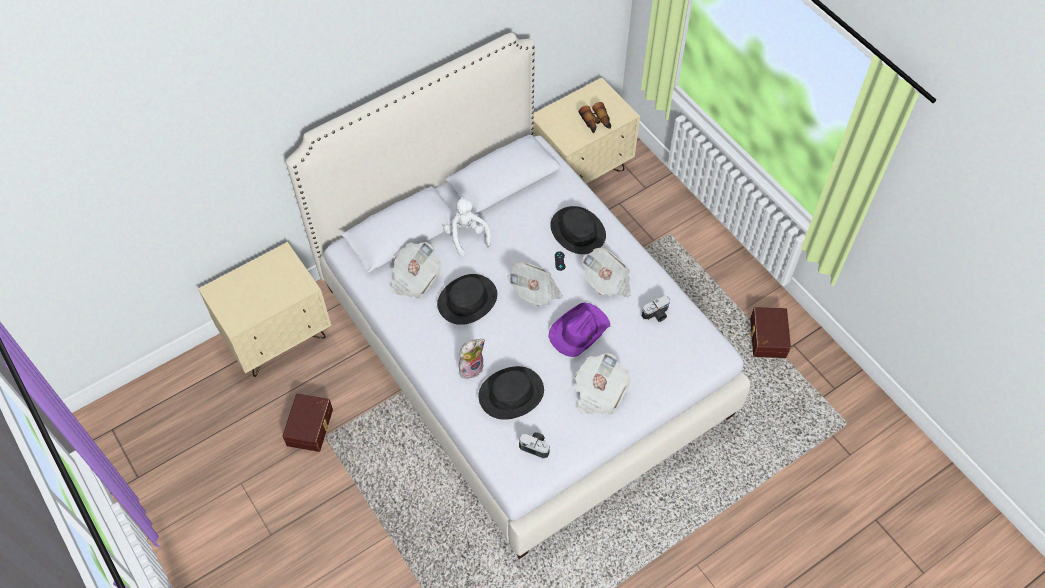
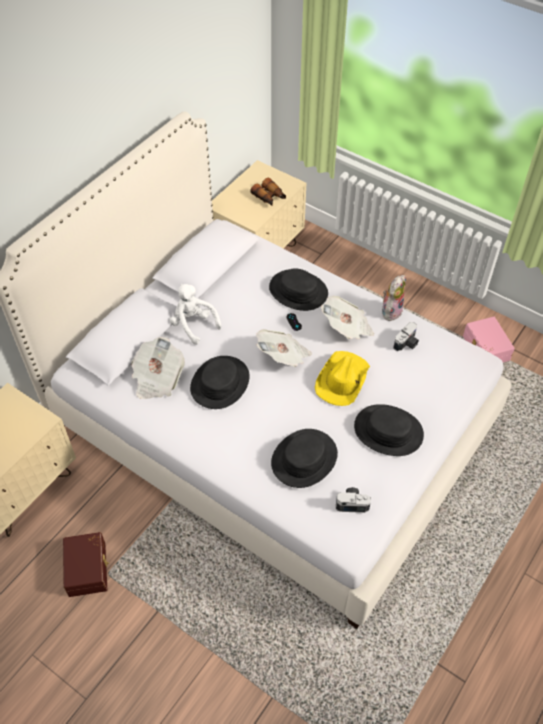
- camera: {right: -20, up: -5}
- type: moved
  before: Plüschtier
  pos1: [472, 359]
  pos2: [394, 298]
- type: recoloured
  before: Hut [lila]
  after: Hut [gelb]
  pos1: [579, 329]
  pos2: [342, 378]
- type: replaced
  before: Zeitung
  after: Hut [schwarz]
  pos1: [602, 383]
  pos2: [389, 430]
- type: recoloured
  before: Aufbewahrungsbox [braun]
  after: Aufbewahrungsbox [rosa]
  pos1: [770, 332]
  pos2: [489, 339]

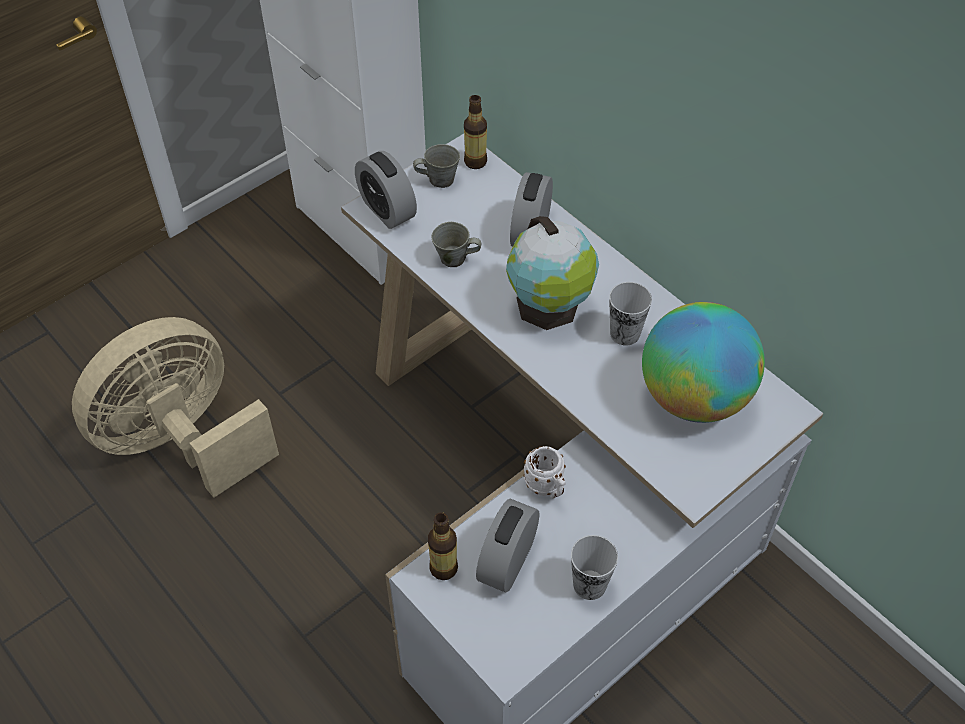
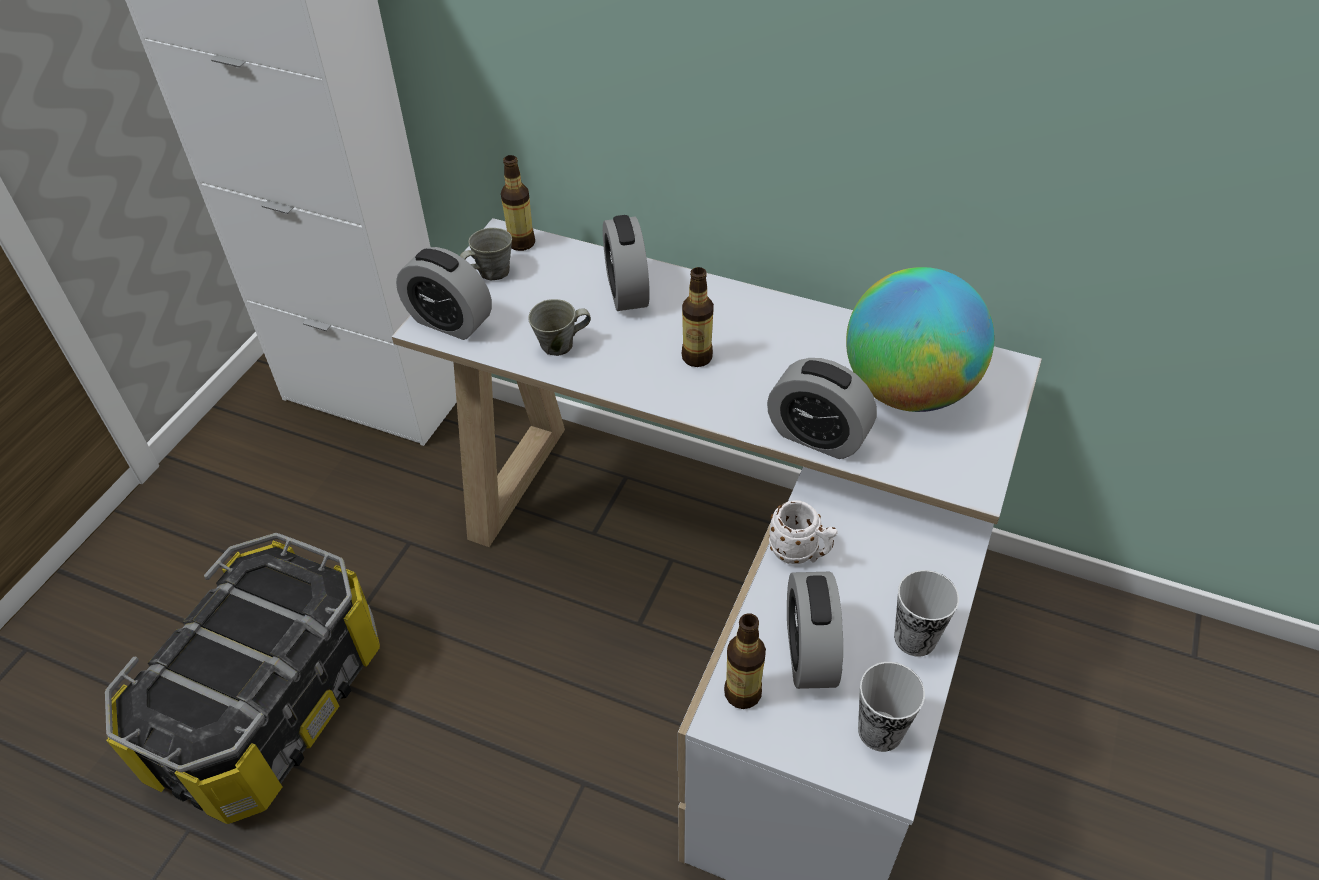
- camera: {right: -25, up: -5}
- type: replaced
  before: Ventilator [beige]
  after: Aufbewahrungsbox
  pos1: [175, 407]
  pos2: [242, 678]
- type: replaced
  before: Globus
  after: Flasche
  pos1: [552, 273]
  pos2: [698, 317]
- type: moved
  before: Tasse
  pos1: [630, 314]
  pos2: [891, 707]
- type: added
  after: Wecker
  pos2: [822, 408]

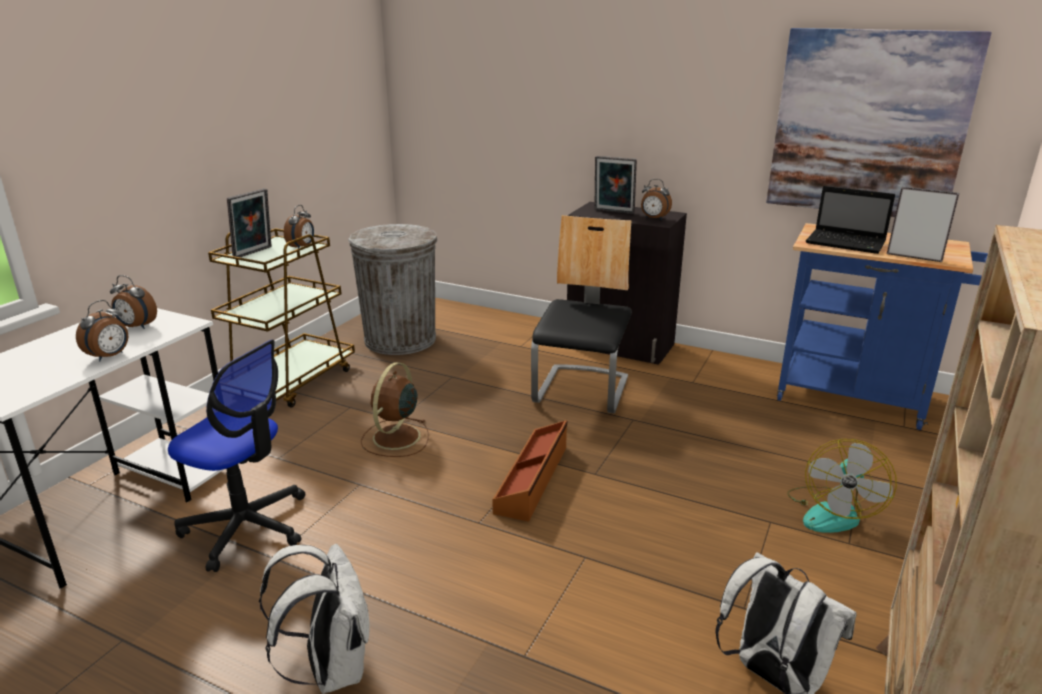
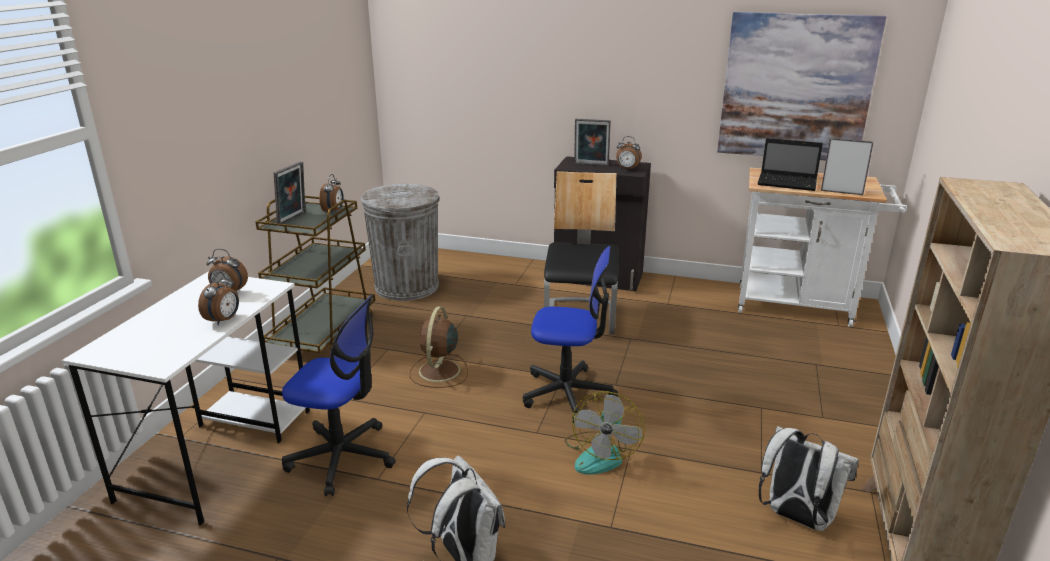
- camera: {right: -10, up: 0}
- type: replaced
  before: Aufbewahrungsbox [braun]
  after: Bürostuhl
  pos1: [529, 471]
  pos2: [570, 334]
- type: recoloured
  before: Rollwagen [blau]
  after: Rollwagen [weiß]
  pos1: [882, 326]
  pos2: [822, 247]
- type: moved
  before: Ventilator
  pos1: [842, 486]
  pos2: [605, 433]

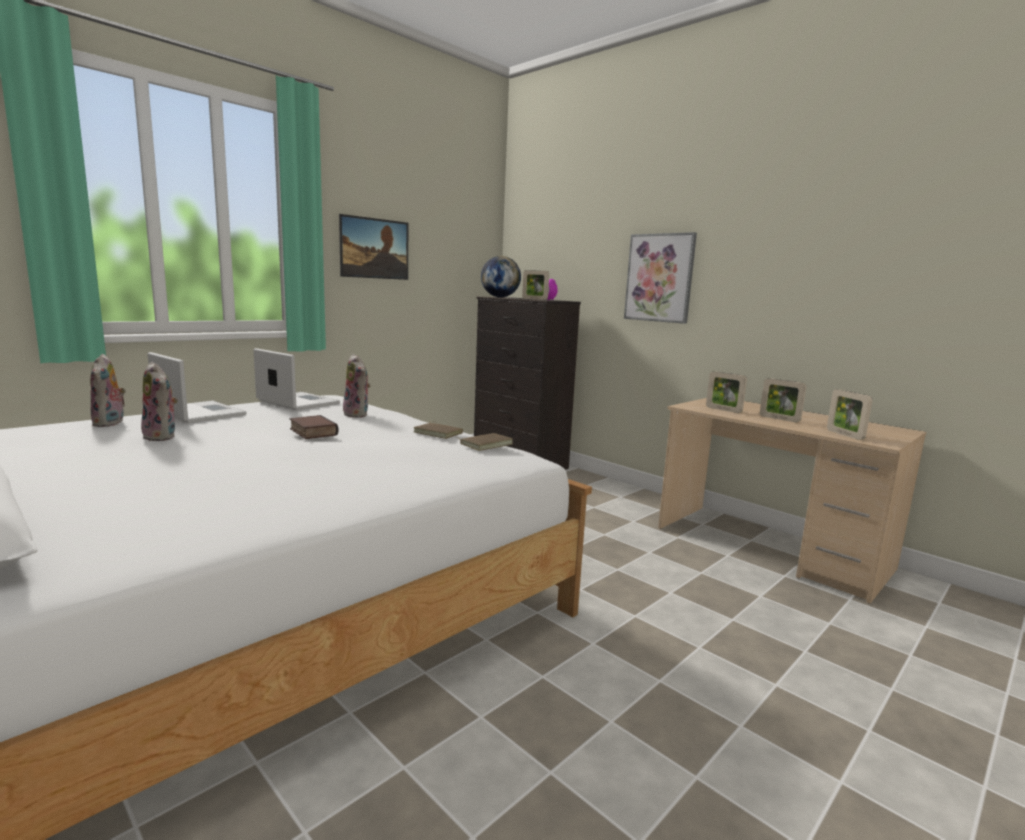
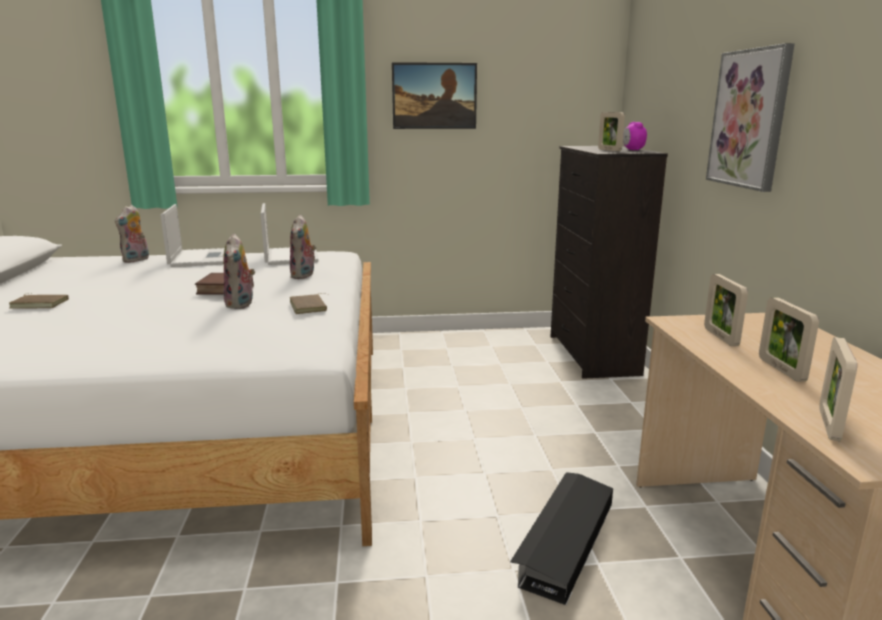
- camera: {right: 40, up: 5}
- type: moved
  before: Plüschtier
  pos1: [159, 401]
  pos2: [239, 271]
- type: moved
  before: Buch [braun]
  pos1: [484, 442]
  pos2: [39, 301]
- type: removed
  before: Globus
  pos1: [501, 276]
- type: added
  after: Aufbewahrungsbox [schwarz]
  pos2: [561, 538]

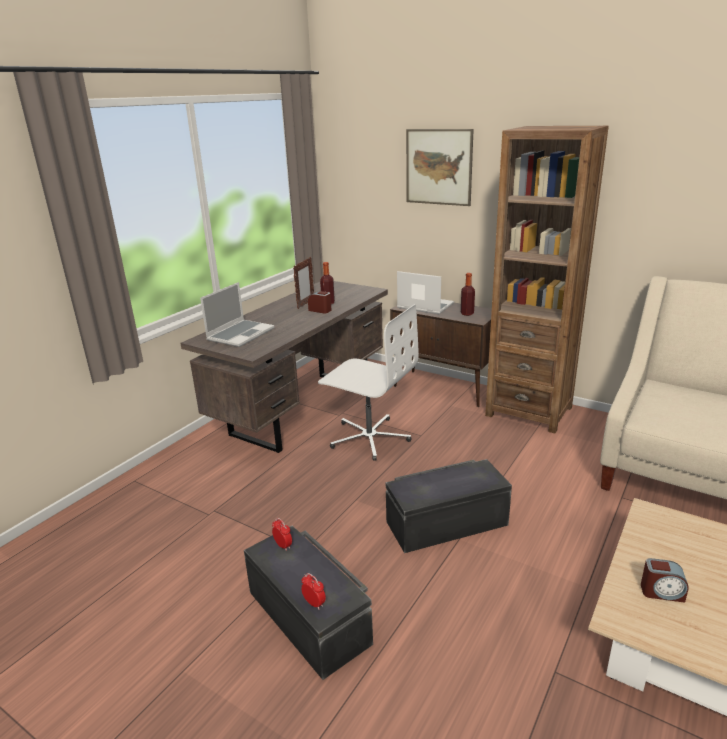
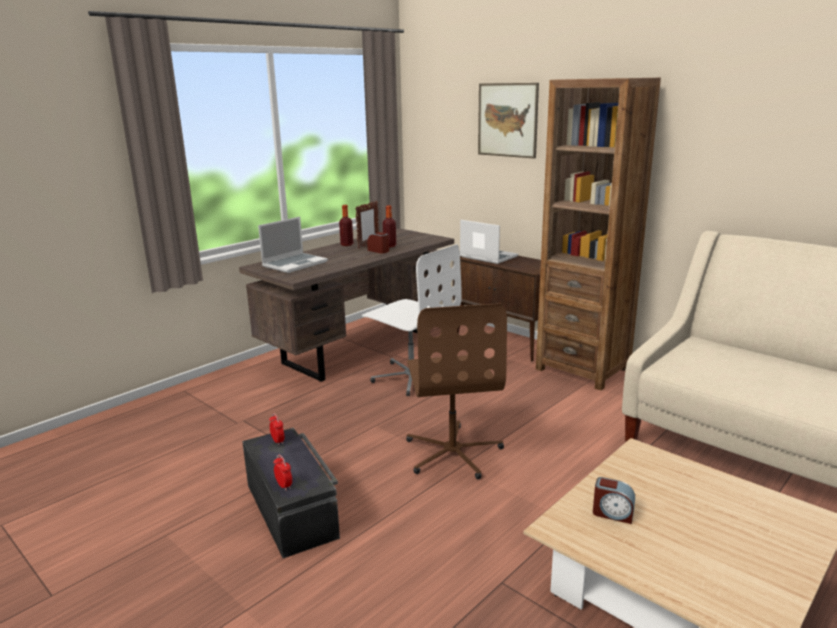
- camera: {right: 10, up: -5}
- type: replaced
  before: Aufbewahrungsbox [schwarz]
  after: Bürostuhl [braun]
  pos1: [449, 506]
  pos2: [456, 391]
- type: moved
  before: Flasche
  pos1: [468, 294]
  pos2: [346, 225]

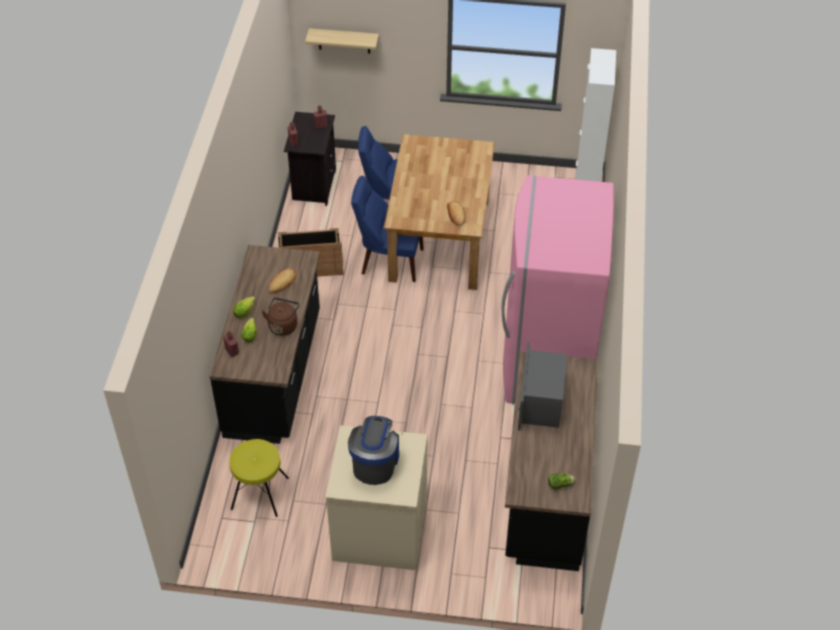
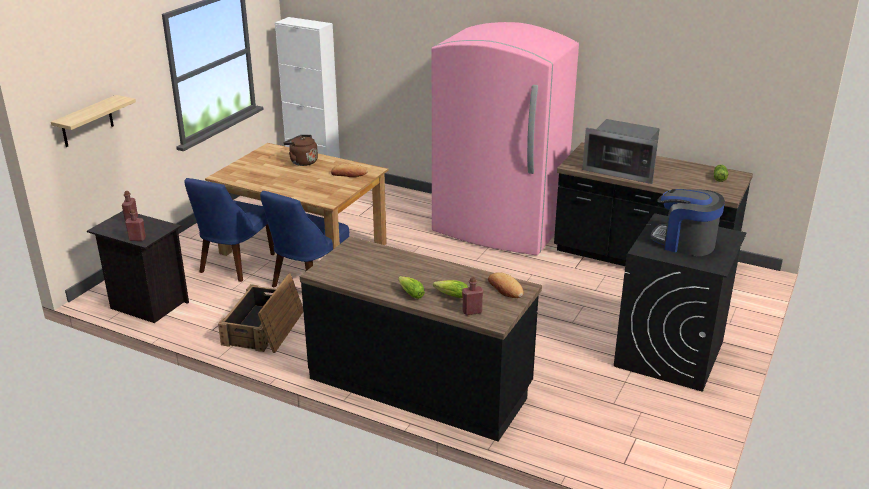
- camera: {right: -70, up: -20}
- type: removed
  before: Hocker [gelb]
  pos1: [259, 478]
- type: moved
  before: Wasserkessel [braun]
  pos1: [281, 317]
  pos2: [300, 150]
- type: moved
  before: Brot
  pos1: [282, 280]
  pos2: [506, 285]
- type: recoloured
  before: Waschmaschine [beige]
  after: Waschmaschine [schwarz]
  pos1: [376, 497]
  pos2: [680, 302]

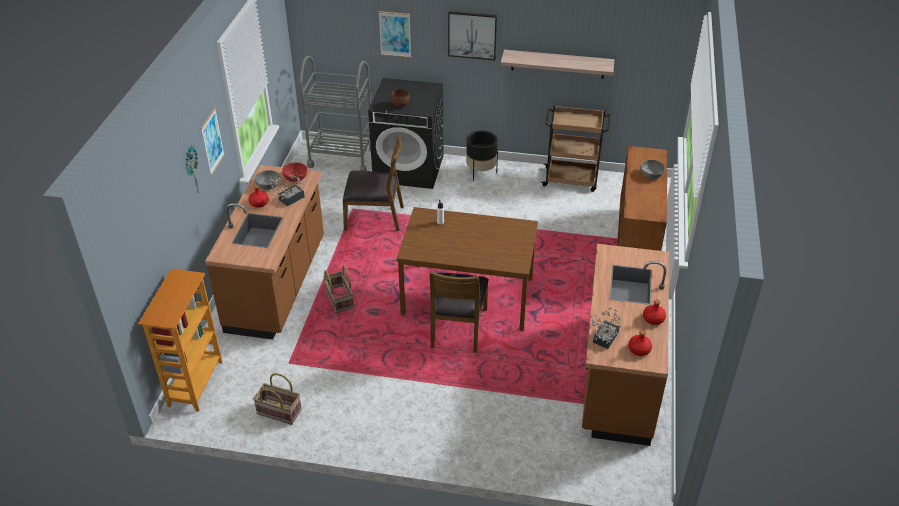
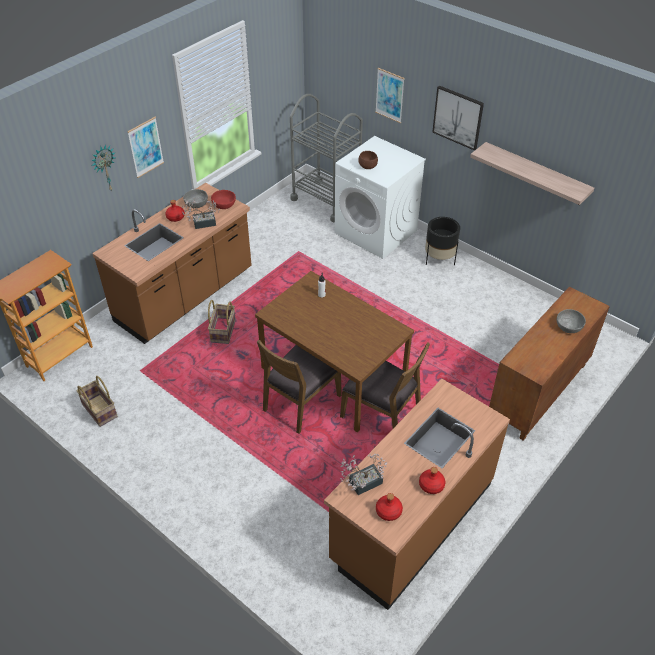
- camera: {right: 30, up: 5}
- type: moved
  before: Stuhl [braun]
  pos1: [373, 183]
  pos2: [385, 385]
- type: recoloured
  before: Waschmaschine [schwarz]
  after: Waschmaschine [weiß]
  pos1: [405, 133]
  pos2: [380, 197]
- type: removed
  before: Rollwagen [braun]
  pos1: [575, 149]

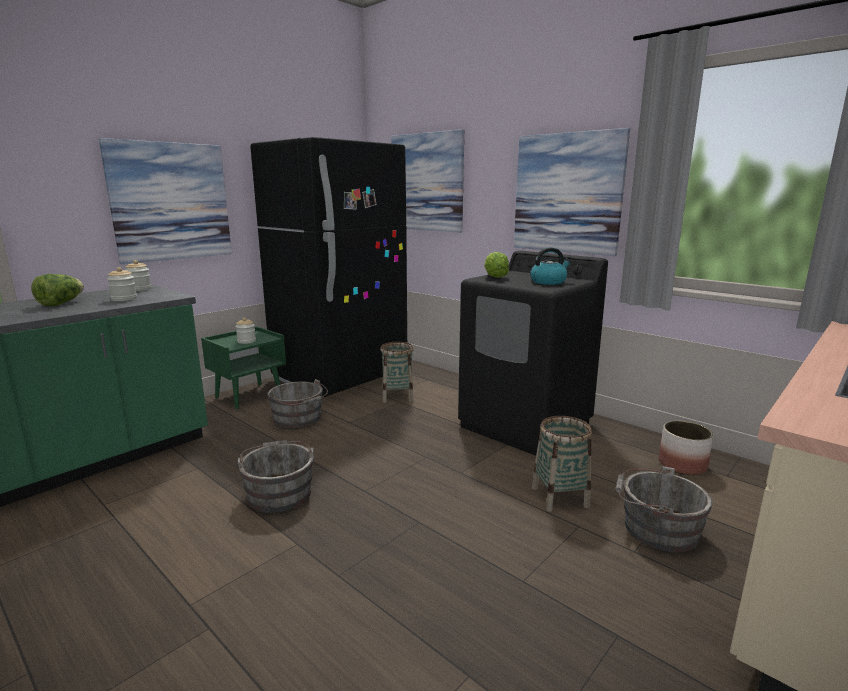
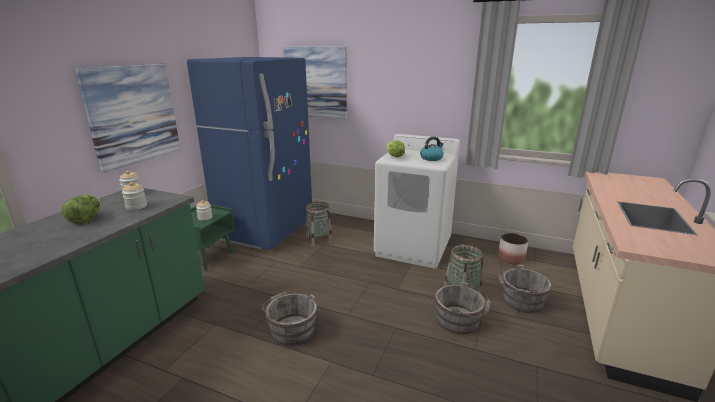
- camera: {right: -20, up: 5}
- type: recoloured
  before: Kühlschrank [schwarz]
  after: Kühlschrank [blau]
  pos1: [328, 267]
  pos2: [249, 153]
- type: moved
  before: Eimer [grau]
  pos1: [297, 403]
  pos2: [463, 308]
- type: recoloured
  before: Waschmaschine [schwarz]
  after: Waschmaschine [weiß]
  pos1: [533, 353]
  pos2: [417, 201]
- type: removed
  before: Bild
  pos1: [572, 192]

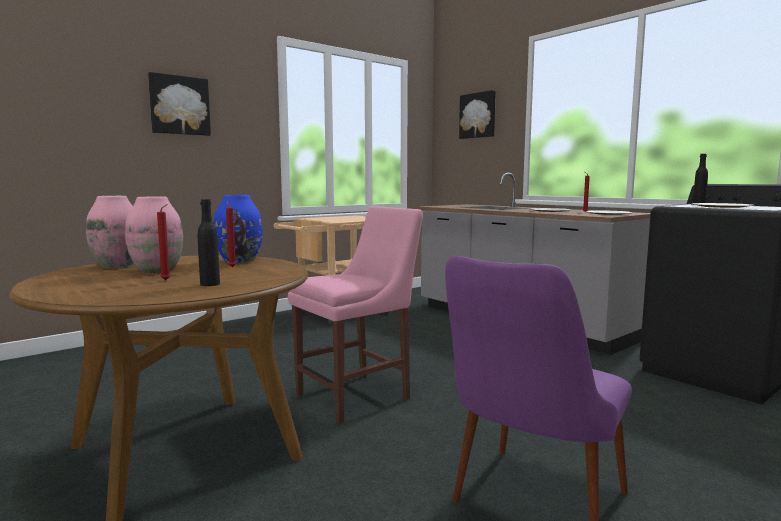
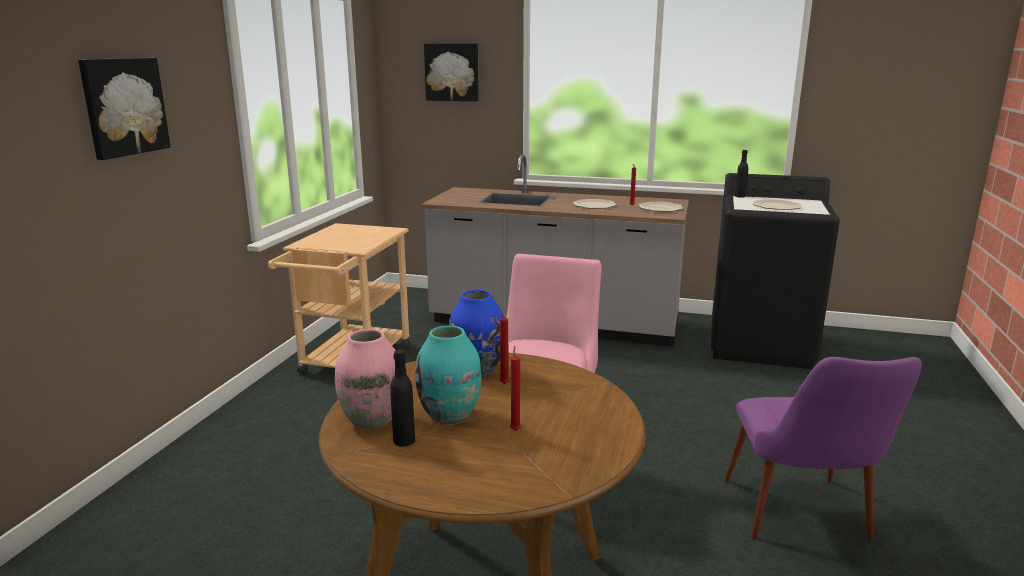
- camera: {right: -35, up: 10}
- type: recoloured
  before: Vase [rosa]
  after: Vase [türkis]
  pos1: [154, 234]
  pos2: [448, 375]
- type: moved
  before: Flasche [schwarz]
  pos1: [209, 242]
  pos2: [402, 398]

